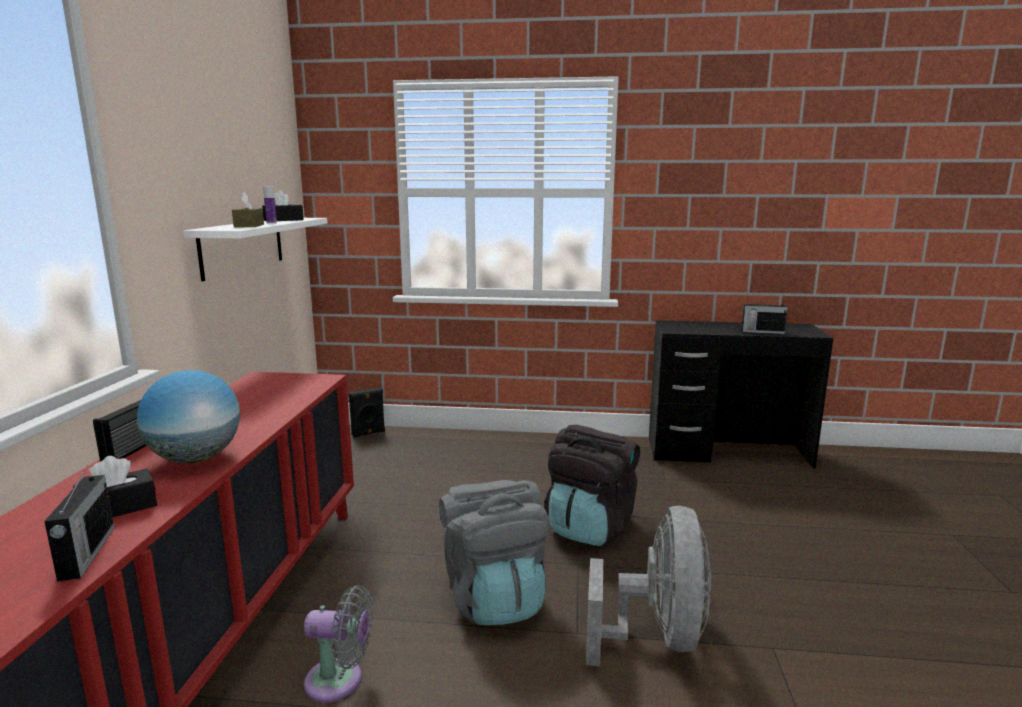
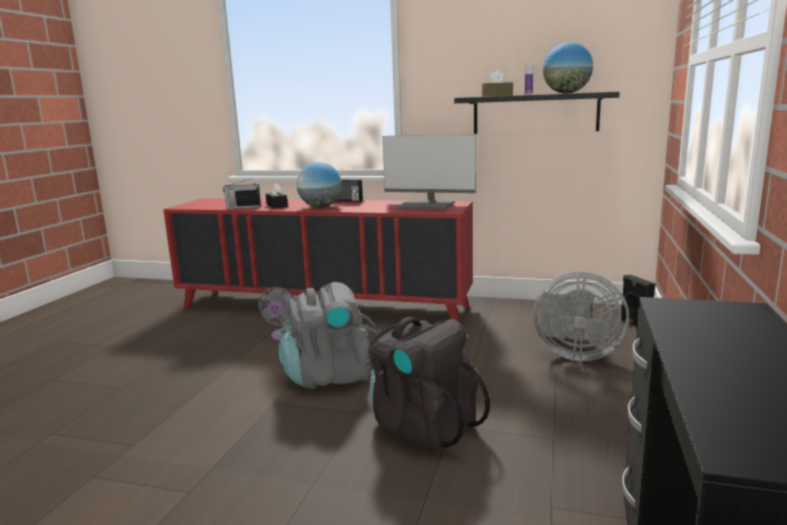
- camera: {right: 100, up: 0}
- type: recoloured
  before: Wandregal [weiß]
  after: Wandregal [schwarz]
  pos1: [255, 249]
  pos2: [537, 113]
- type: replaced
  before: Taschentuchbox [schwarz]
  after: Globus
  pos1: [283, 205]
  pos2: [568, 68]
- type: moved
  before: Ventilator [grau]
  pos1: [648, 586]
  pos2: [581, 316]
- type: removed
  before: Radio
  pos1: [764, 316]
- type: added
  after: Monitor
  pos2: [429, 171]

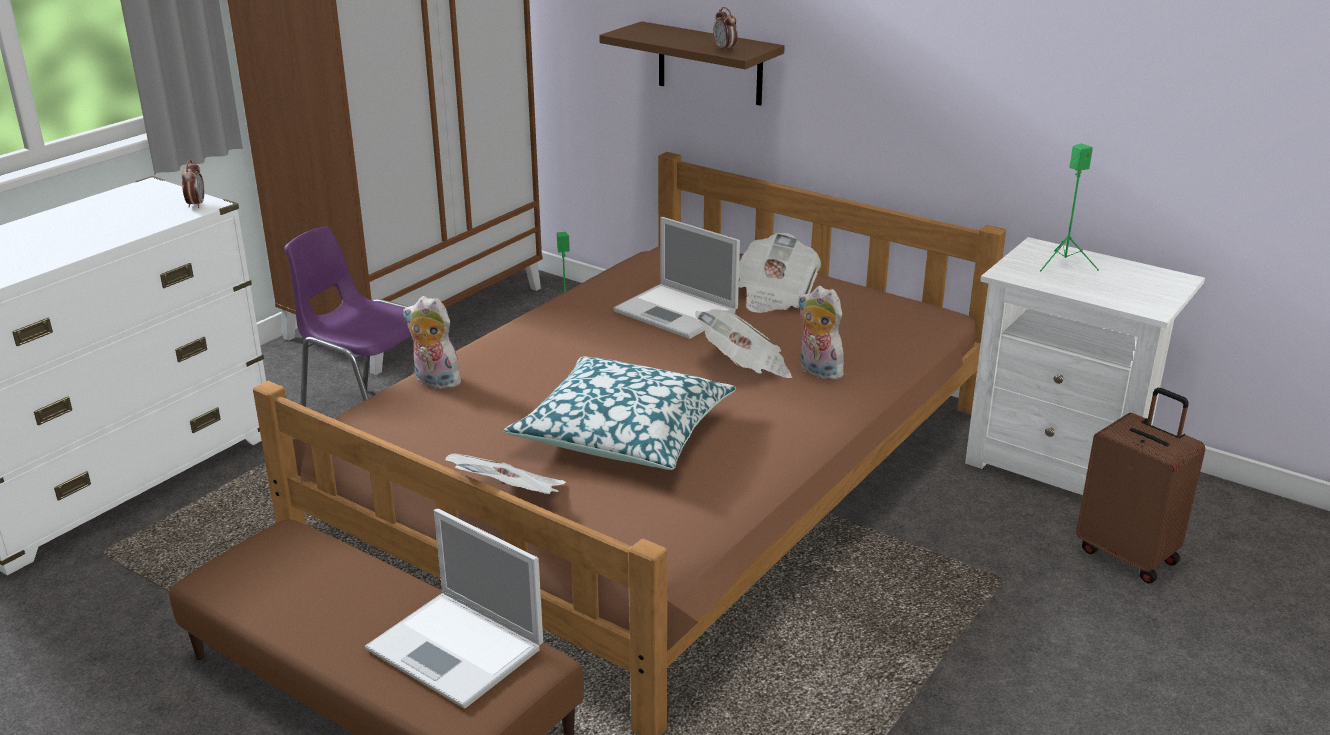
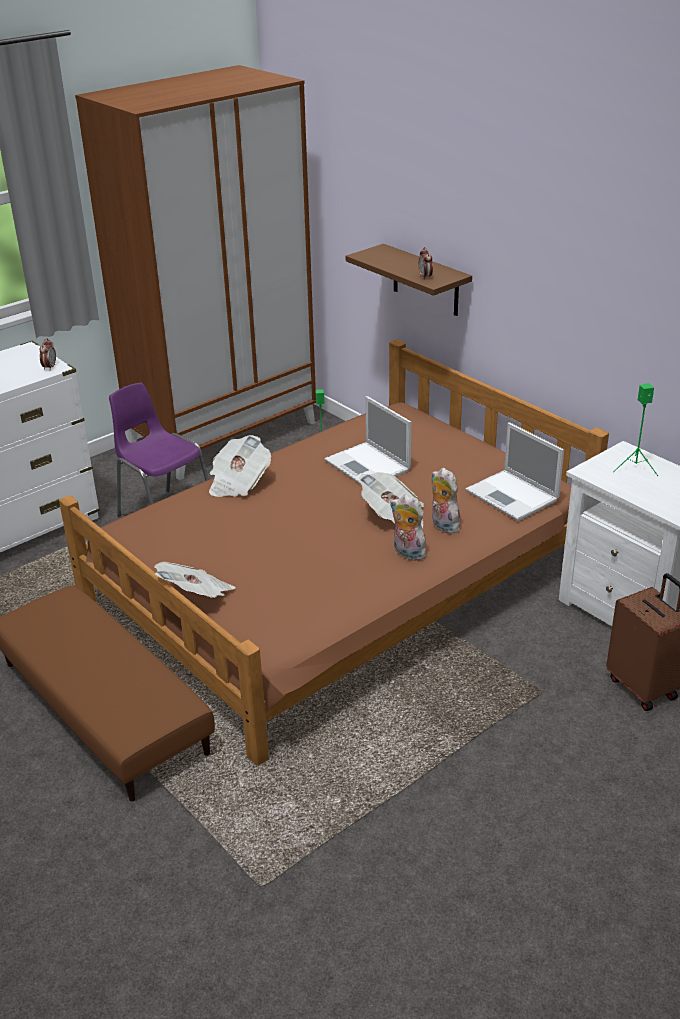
- camera: {right: 15, up: 5}
- type: moved
  before: Laptop
  pos1: [454, 609]
  pos2: [515, 471]
- type: moved
  before: Plüschtier
  pos1: [434, 343]
  pos2: [408, 528]
- type: removed
  before: Kissen
  pos1: [620, 413]
- type: moved
  before: Zeitung
  pos1: [780, 273]
  pos2: [240, 466]

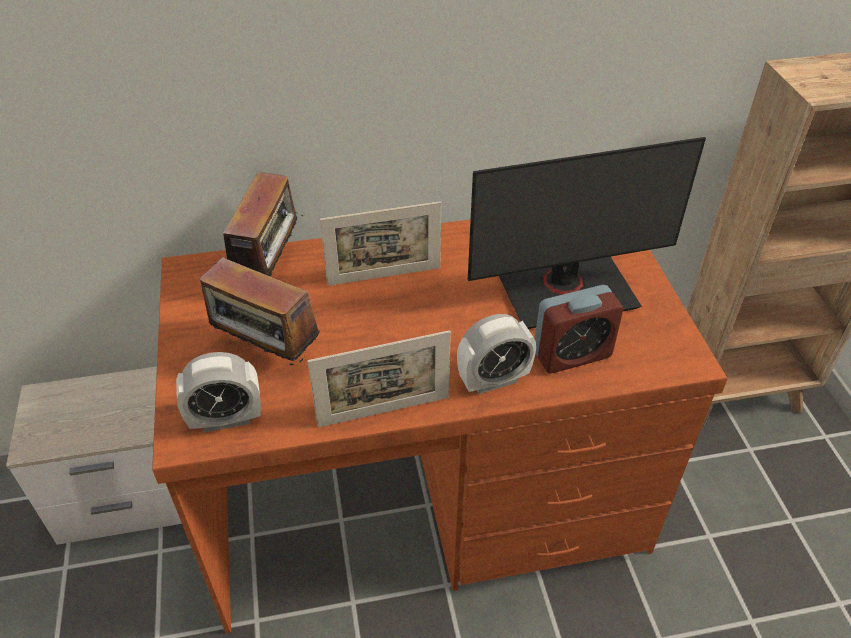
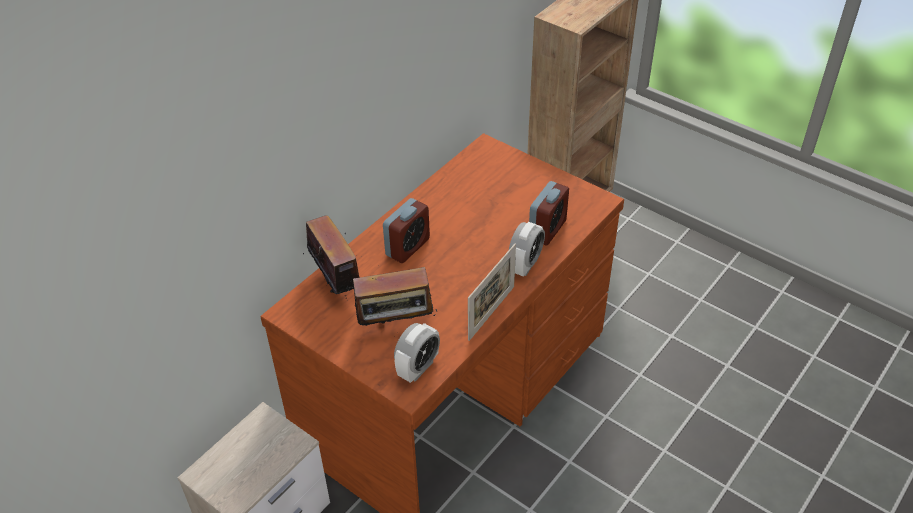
- camera: {right: -40, up: 0}
- type: replaced
  before: Bilderrahmen
  after: Wecker
  pos1: [380, 243]
  pos2: [406, 230]
- type: removed
  before: Monitor
  pos1: [587, 233]

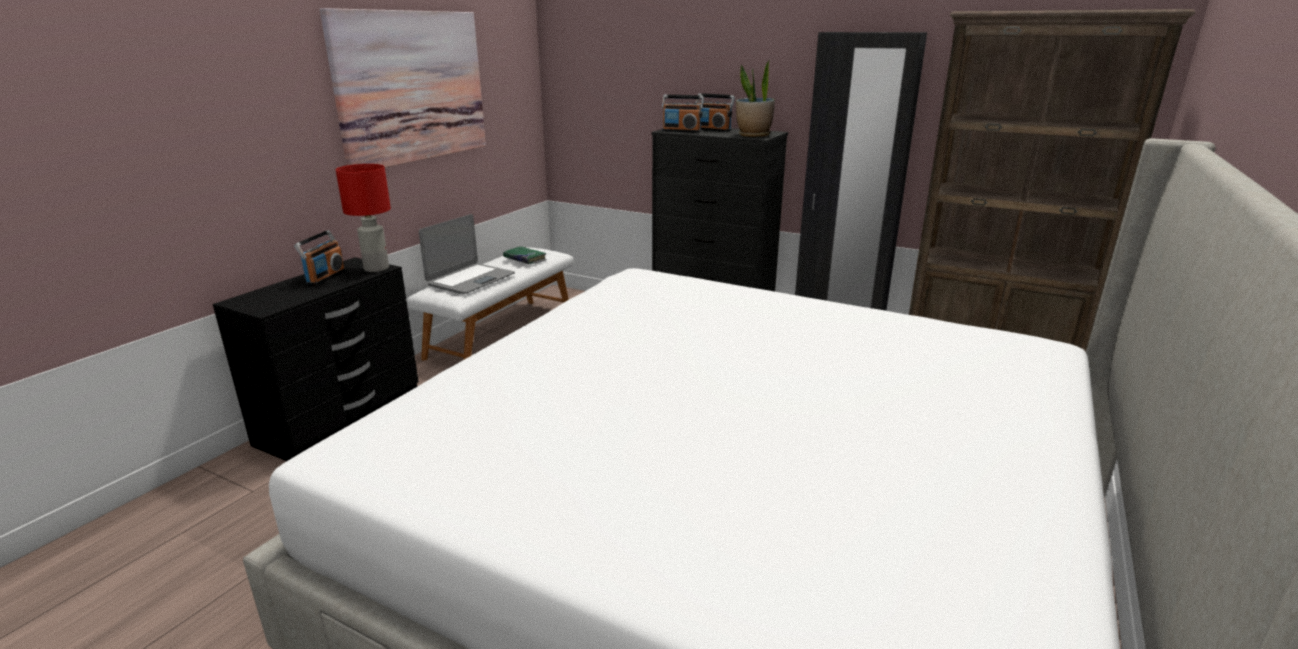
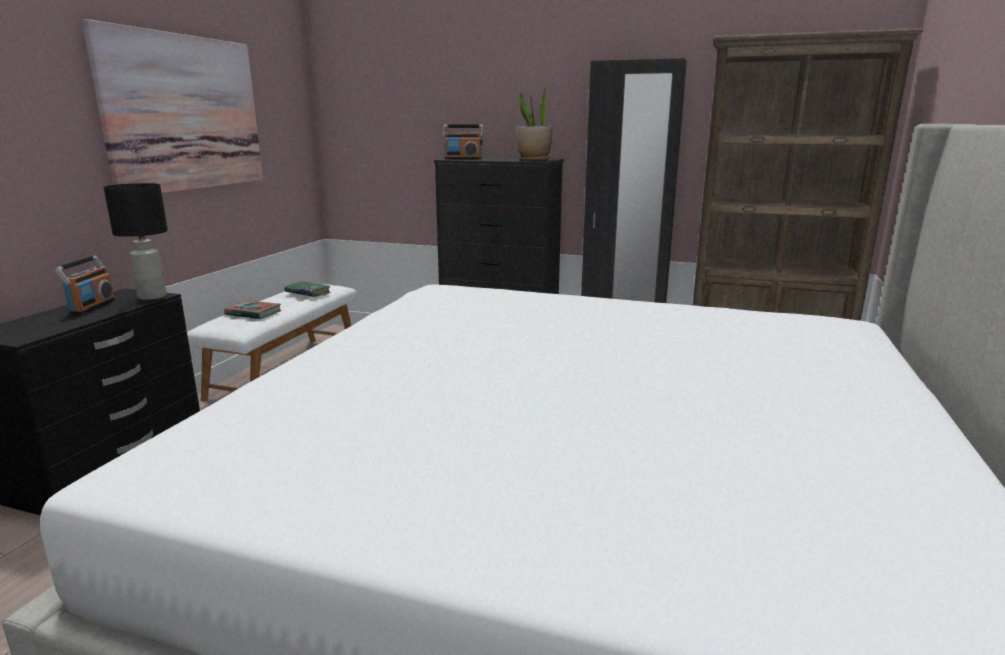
- camera: {right: -10, up: -5}
- type: recoloured
  before: Tischlampe [rot]
  after: Tischlampe [schwarz]
  pos1: [363, 218]
  pos2: [136, 241]
- type: replaced
  before: Laptop
  after: Buch
  pos1: [467, 254]
  pos2: [252, 309]
- type: removed
  before: Radio
  pos1: [715, 112]

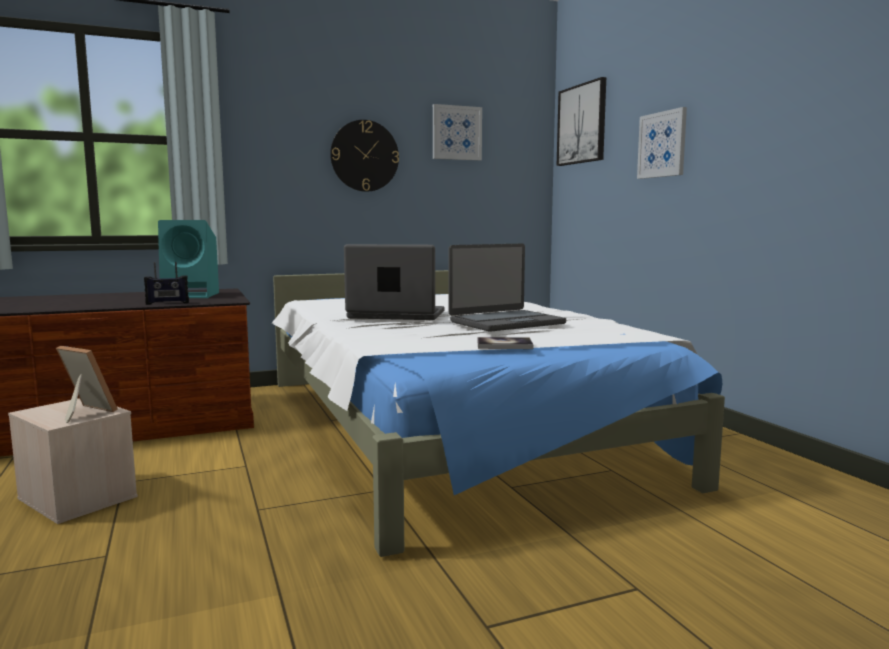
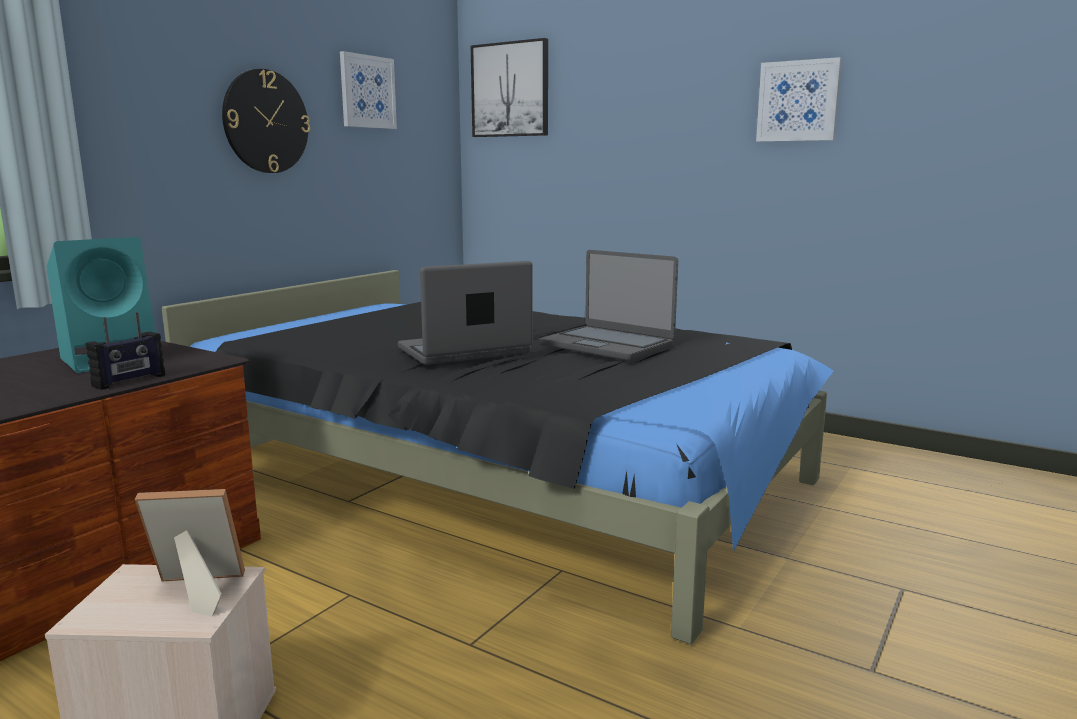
- camera: {right: -35, up: 5}
- type: recoloured
  before: Bett [weiß]
  after: Bett [schwarz]
  pos1: [498, 413]
  pos2: [498, 457]
- type: turned
  before: Laptop
  pos1: [507, 288]
  pos2: [608, 305]
  turn: 105
- type: removed
  before: Buch
  pos1: [505, 343]
- type: moved
  before: Bild
  pos1: [662, 143]
  pos2: [799, 99]

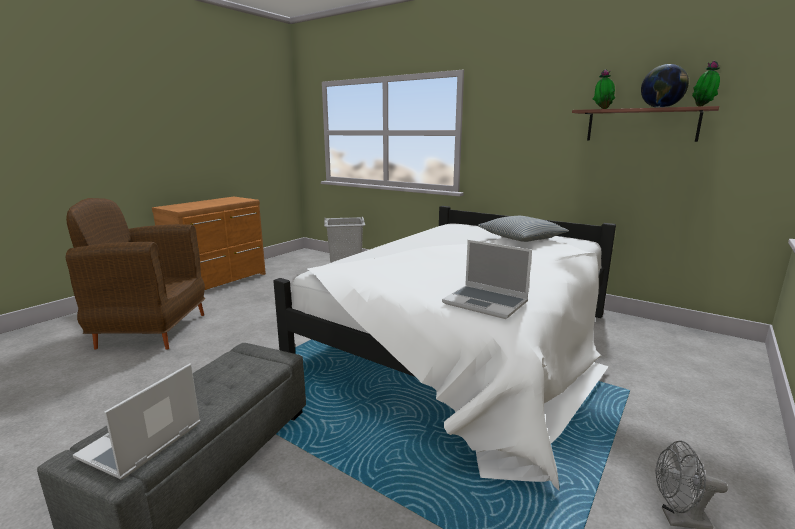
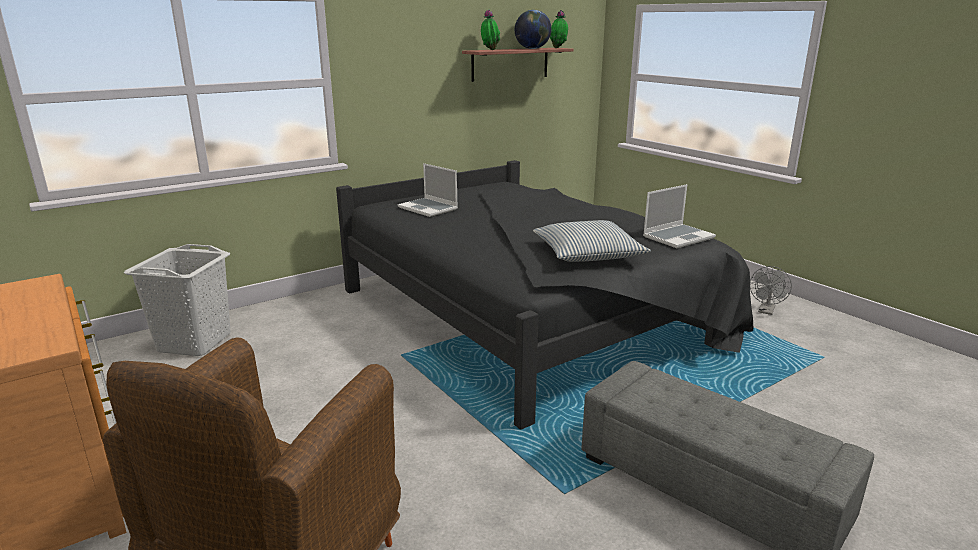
- camera: {right: -70, up: 5}
- type: moved
  before: Laptop
  pos1: [137, 421]
  pos2: [428, 190]
- type: recoloured
  before: Bett [weiß]
  after: Bett [schwarz]
  pos1: [444, 348]
  pos2: [544, 295]
- type: moved
  before: Kissen
  pos1: [523, 229]
  pos2: [592, 241]

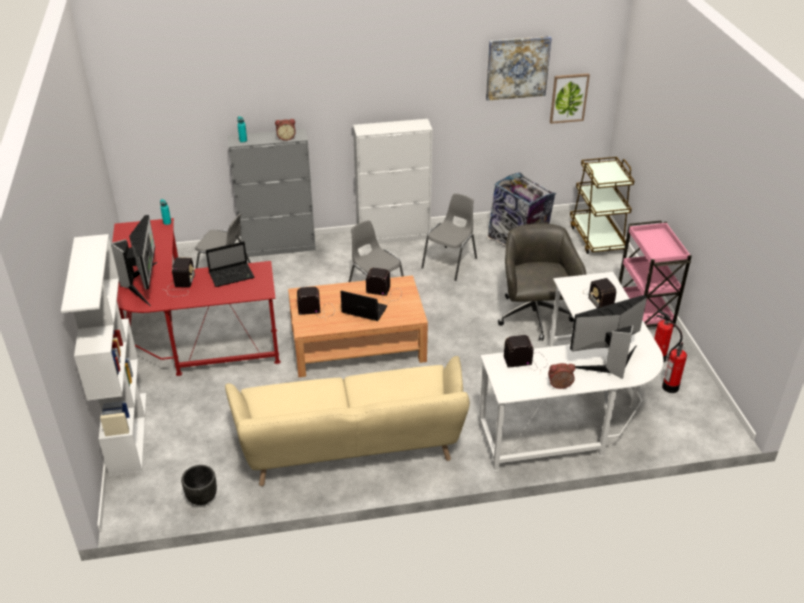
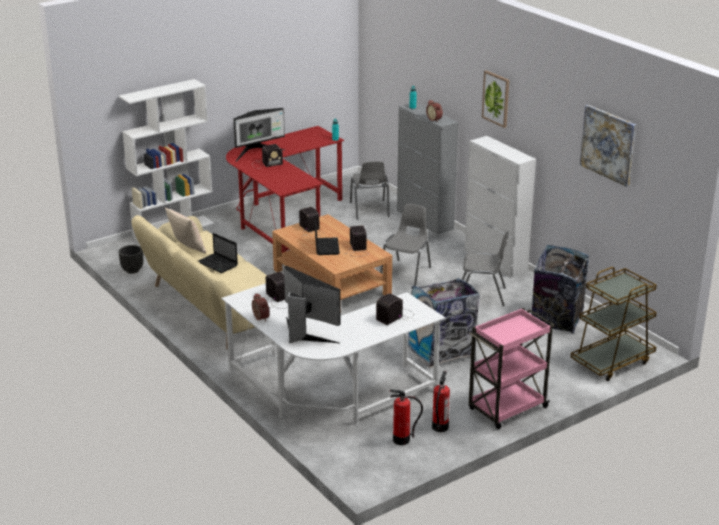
- camera: {right: 65, up: -10}
- type: moved
  before: Laptop
  pos1: [230, 264]
  pos2: [218, 253]
- type: replaced
  before: Bürostuhl [grau]
  after: Mülleimer
  pos1: [542, 282]
  pos2: [444, 323]
- type: moved
  before: Bild
  pos1: [570, 98]
  pos2: [495, 99]
- type: added
  after: Kissen [beige]
  pos2: [185, 230]

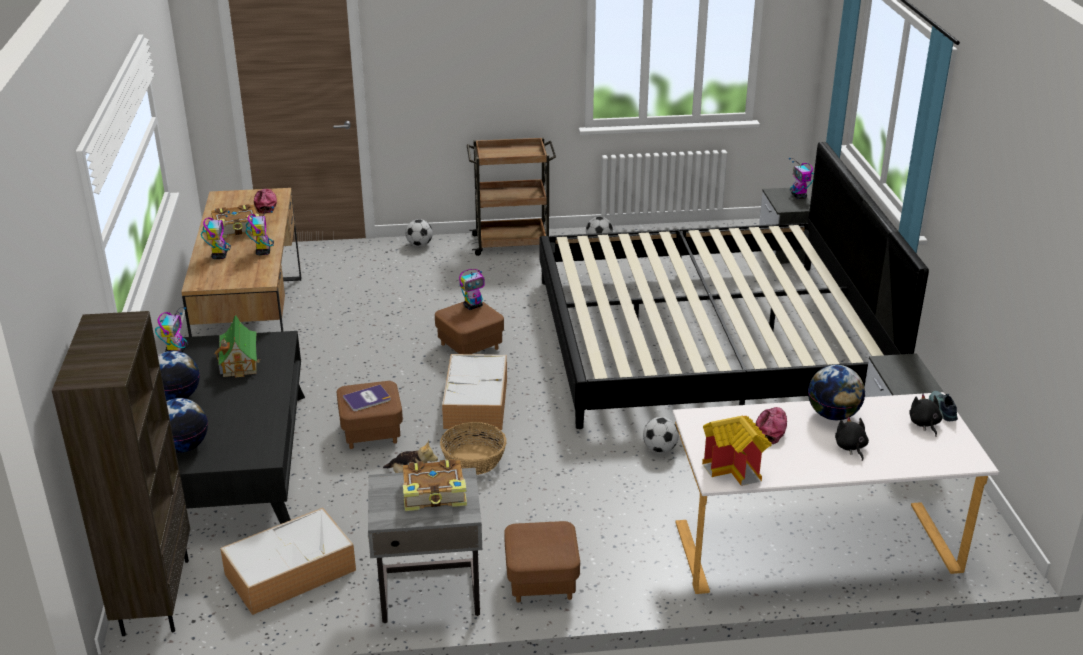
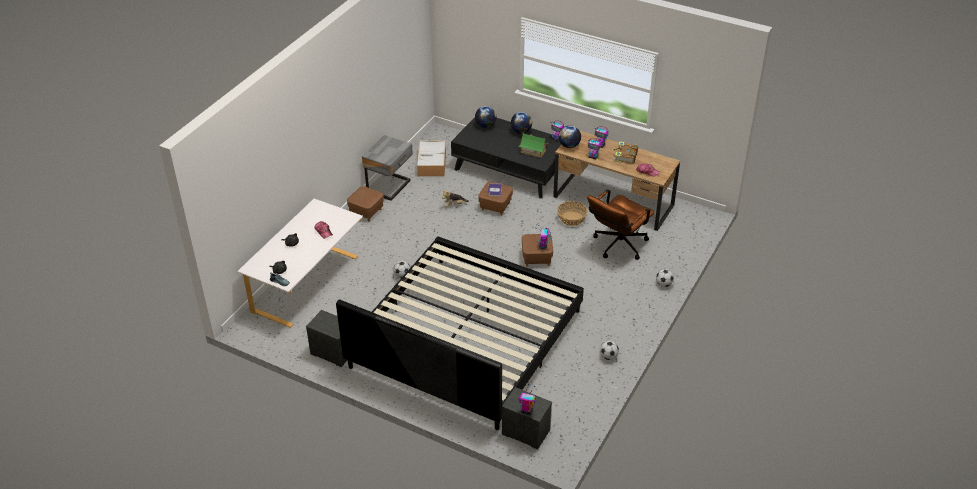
- camera: {right: 125, up: 10}
- type: removed
  before: Bücherregal [braun]
  pos1: [121, 473]
- type: removed
  before: Buch
  pos1: [435, 485]
- type: moved
  before: Korb
  pos1: [473, 448]
  pos2: [572, 213]
- type: removed
  before: Aufbewahrungsbox
  pos1: [474, 392]
- type: removed
  before: Rollwagen [braun]
  pos1: [511, 196]
- type: removed
  before: Spielzeughaus
  pos1: [737, 451]
- type: moved
  before: Globus
  pos1: [836, 392]
  pos2: [569, 136]
- type: added
  after: Bürostuhl [braun]
  pos2: [620, 224]

